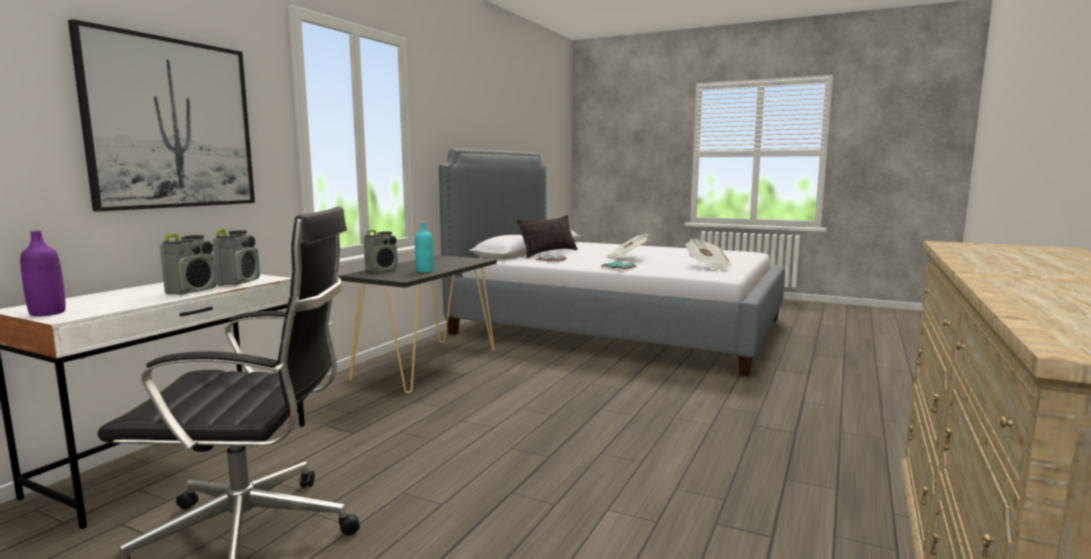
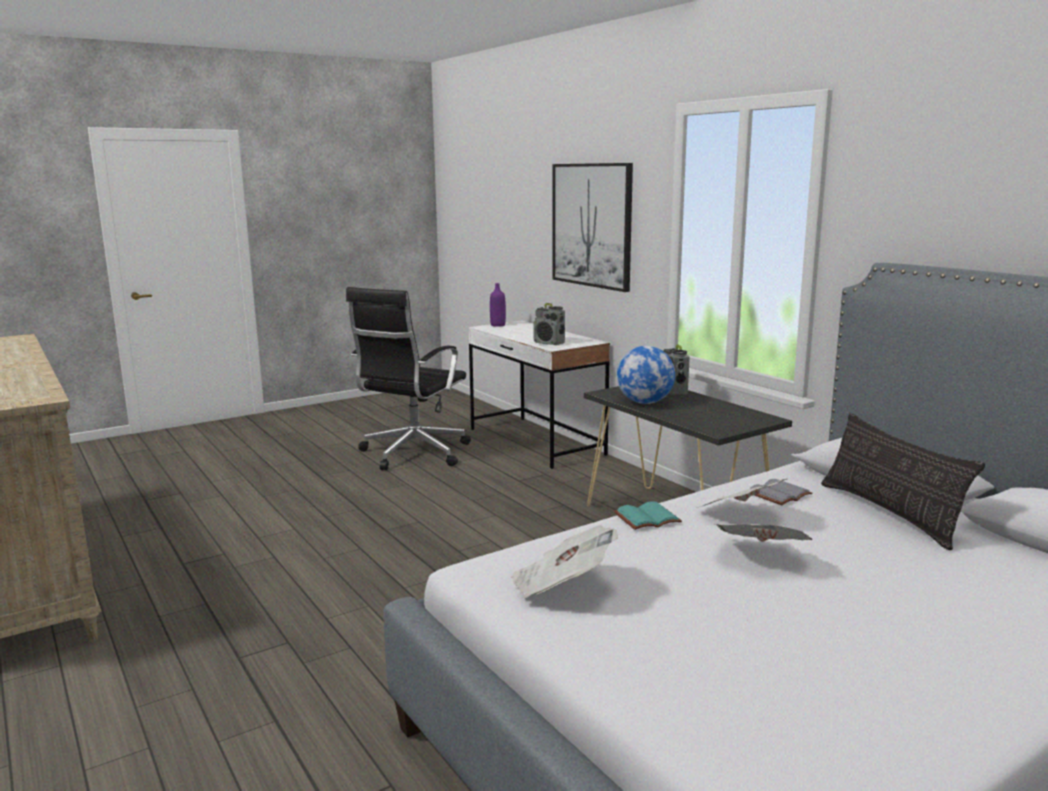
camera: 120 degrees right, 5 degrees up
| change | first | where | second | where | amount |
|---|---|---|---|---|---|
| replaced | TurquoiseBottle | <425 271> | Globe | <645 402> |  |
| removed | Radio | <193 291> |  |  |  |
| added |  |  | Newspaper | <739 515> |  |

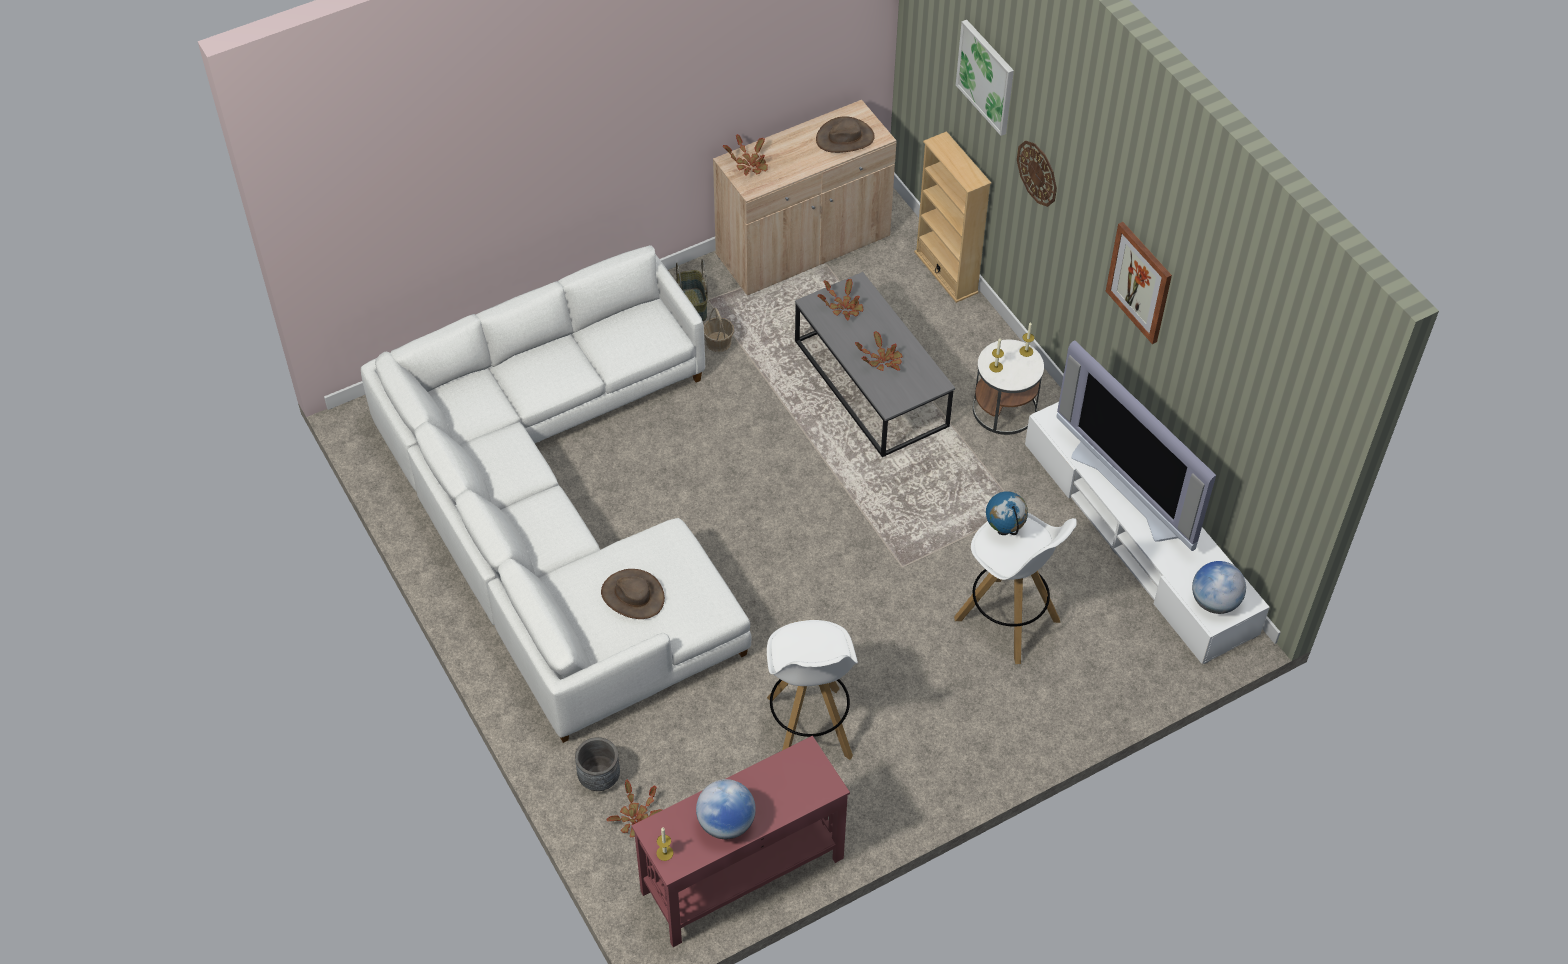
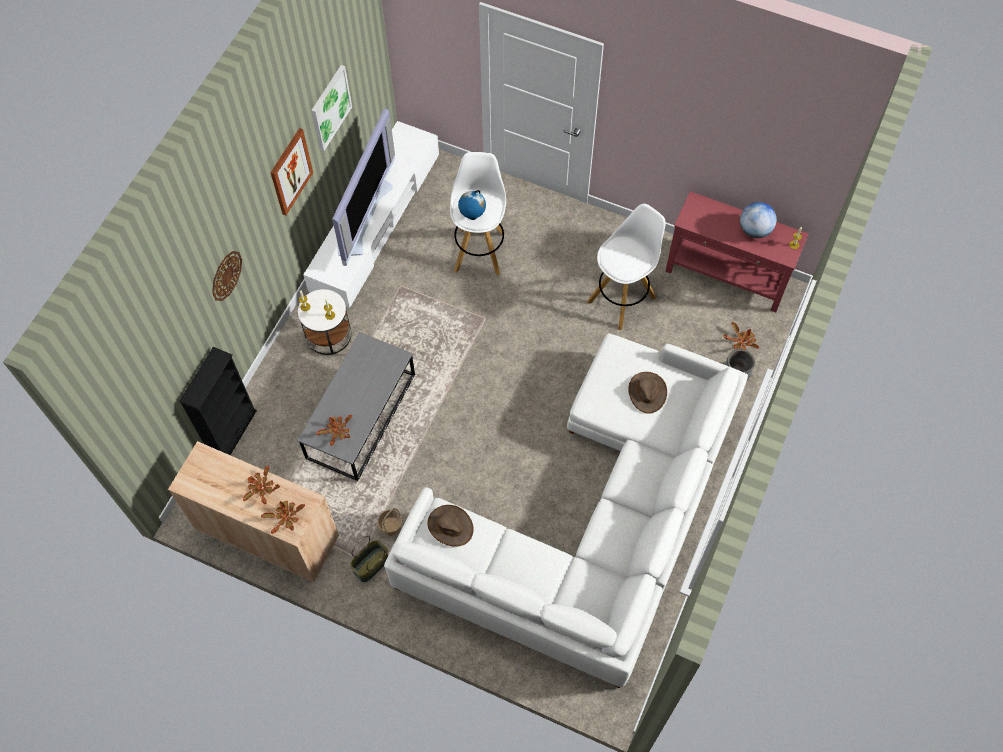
camera: 125 degrees left, 10 degrees up
| change | first | where | second | where | amount |
|---|---|---|---|---|---|
| moved | Picture | <986 76> |  | <330 107> |  |
| moved | BrownHat | <845 138> |  | <450 526> |  |
| recoloured | BeigeBookcase | <946 272> | BlackBookcase | <232 432> |  |
| moved | PottedPlant | <882 360> |  | <261 488> |  |
| removed | Globe | <1214 602> |  |  |  |

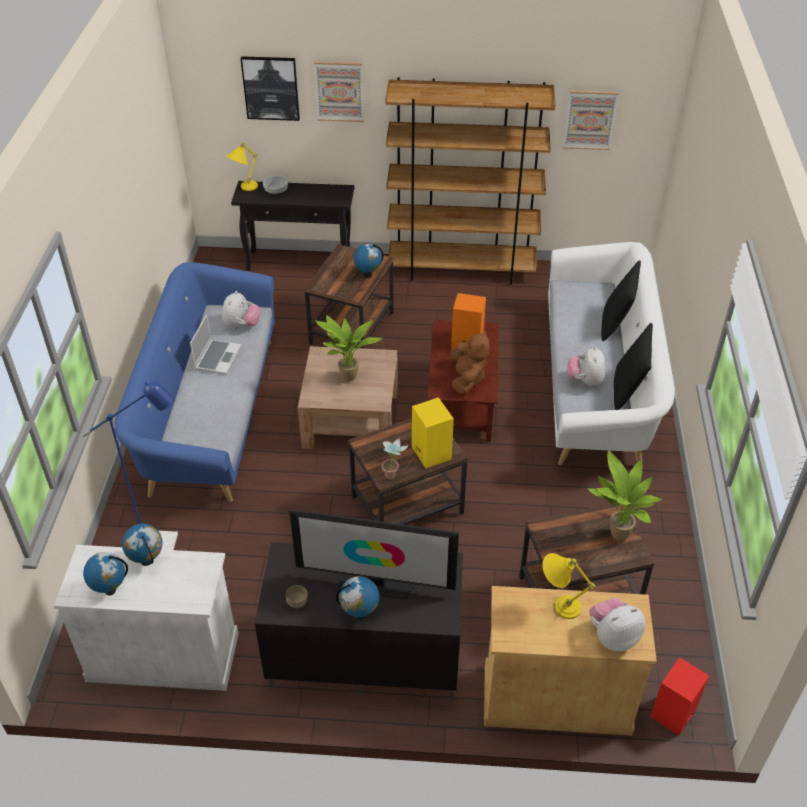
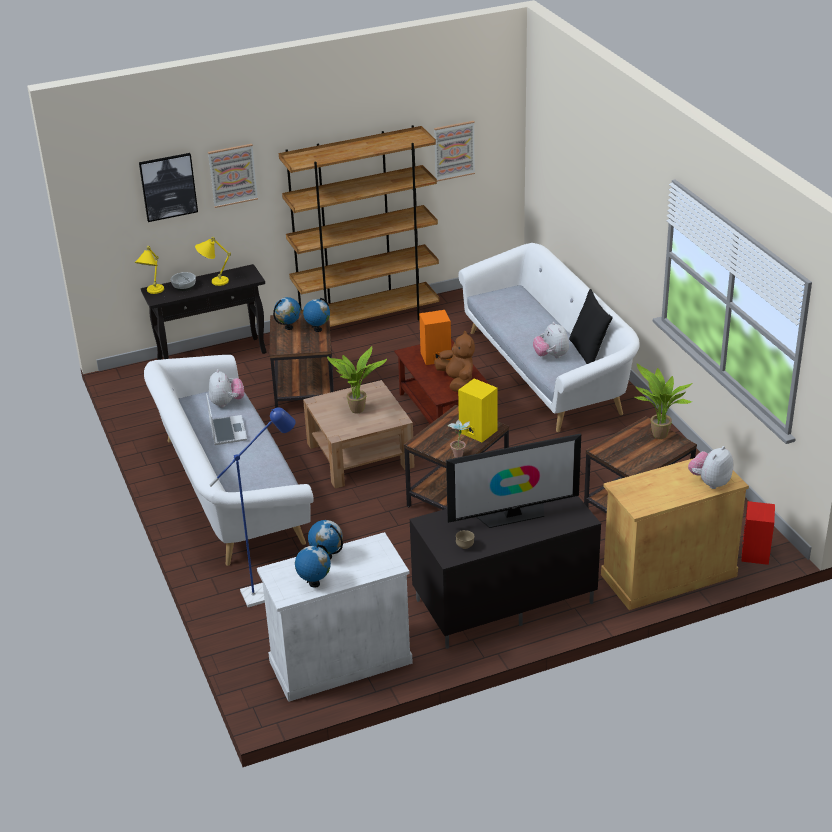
camera: 25 degrees left, 10 degrees down
| change | first | where | second | where | amount |
|---|---|---|---|---|---|
| removed | BlackPillow | <615 323> |  |  |  |
| recoloured | BlueSofa | <210 413> | WhiteSofa | <229 490> |  |
| moved | YellowTableLamp | <558 604> |  | <213 282> |  |
| moved | Globe | <360 614> |  | <289 327> |  |

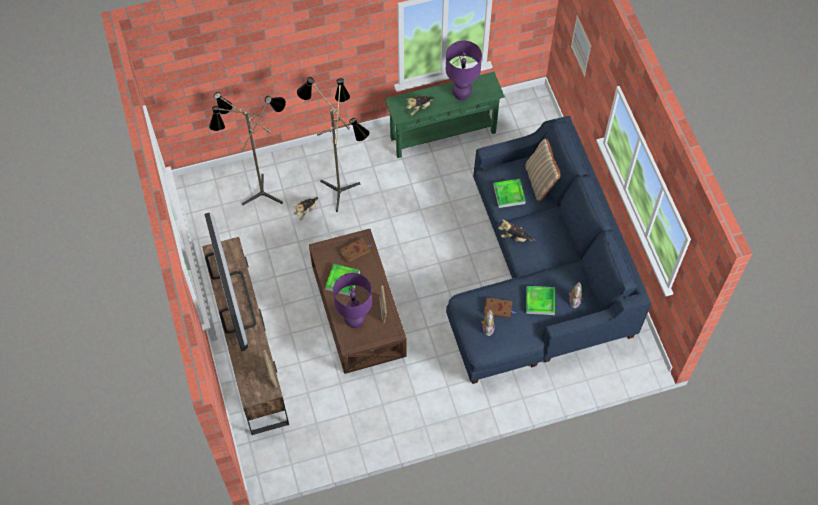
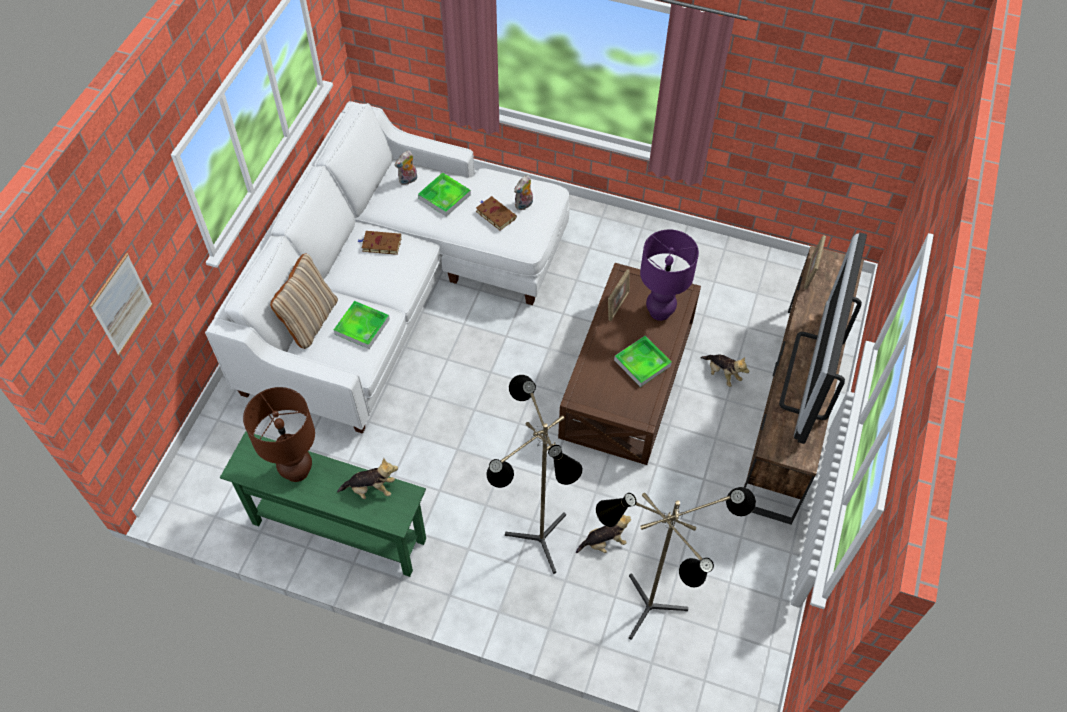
camera: 145 degrees left, 5 degrees down
| change | first | where | second | where | amount |
|---|---|---|---|---|---|
| recoloured | PurpleTableLamp | <461 95> | BrownTableLamp | <297 470> |  |
| recoloured | BlueSofa | <538 276> | WhiteSofa | <396 290> |  |
| moved | PlushToy | <515 237> |  | <722 374> |  |
| moved | BrownBook | <356 251> |  | <380 244> |  |

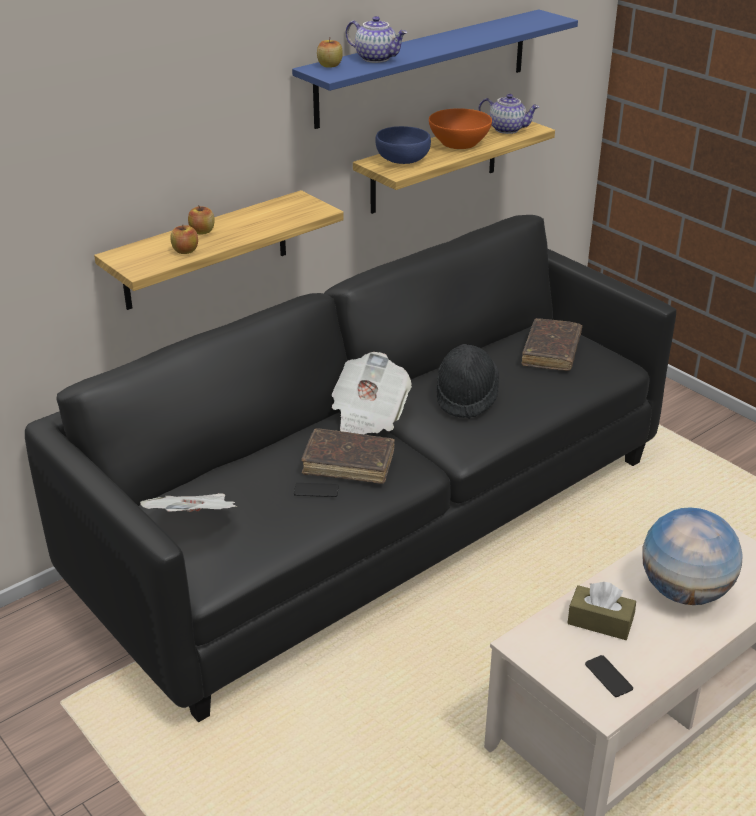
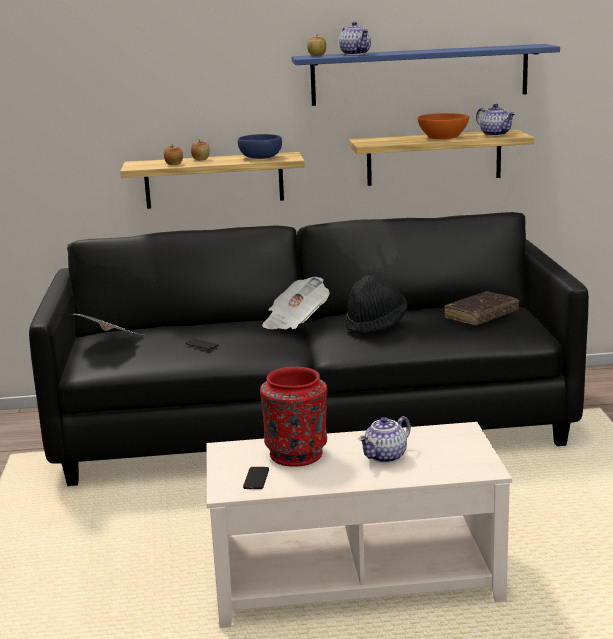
camera: 35 degrees right, 15 degrees down
| change | first | where | second | where | amount |
|---|---|---|---|---|---|
| moved | BlueBowl | <402 160> |  | <260 157> |  |
| removed | BrownBook | <348 463> |  |  |  |
| replaced | Globe | <684 591> | Teapot | <386 457> |  |
| replaced | BrownTissueBox | <600 622> | RedVase | <296 453> |  |

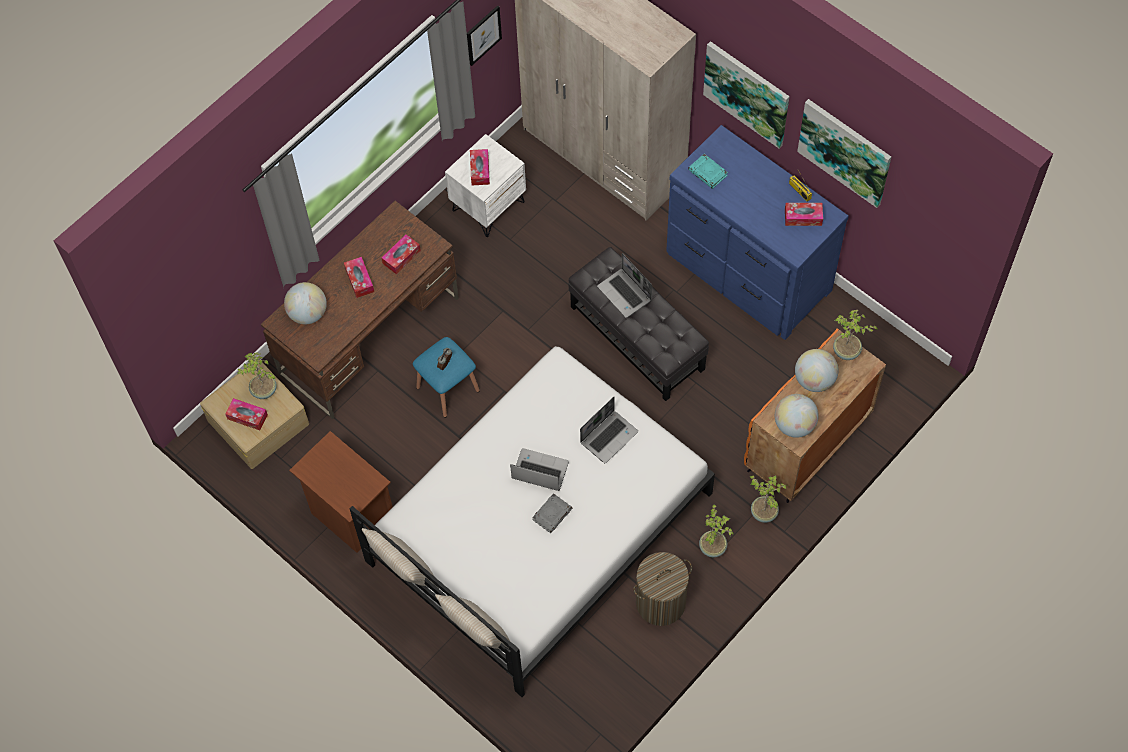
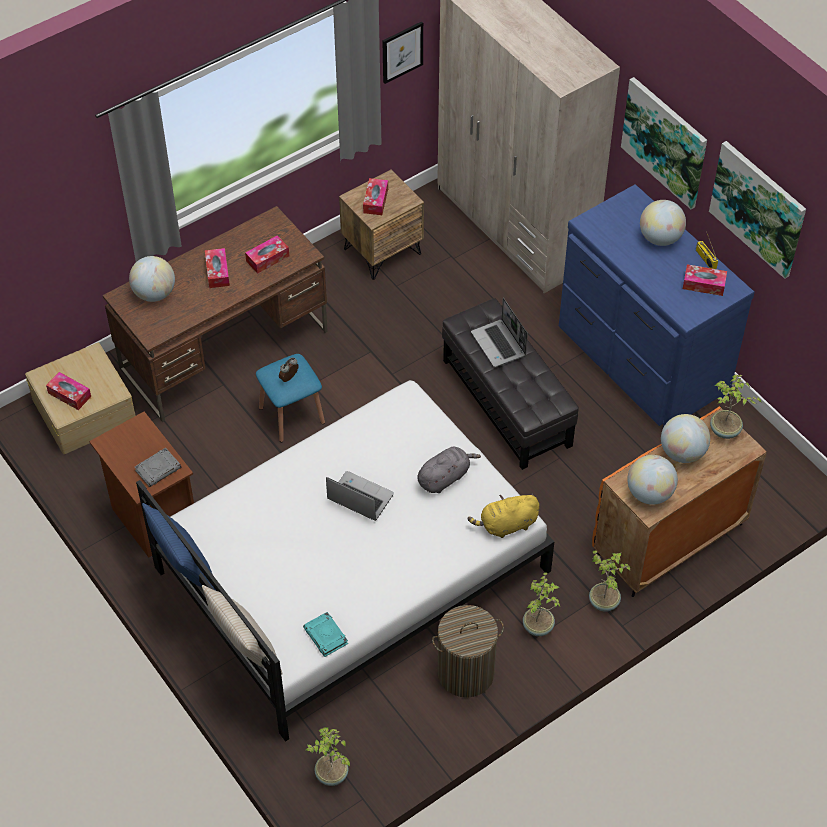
camera: 10 degrees right, 10 degrees down
| change | first | where | second | where | amount |
|---|---|---|---|---|---|
| recoloured | WhiteNightstand | <488 205> | BrownNightstand | <382 251> |  |
| moved | TurquoiseBook | <708 173> |  | <326 636> |  |
| moved | PottedPlant | <263 391> |  | <331 775> |  |
| replaced | Laptop | <609 436> | GreyPlushToy | <445 477> |  |
| moved | GreyBook | <552 514> |  | <158 469> |  |
| recoloured | BeigePillow | <404 571> | BluePillow | <184 570> |  |
| added |  |  | Globe | <660 238> |  |
| added |  |  | YellowPlushToy | <506 525> |  |

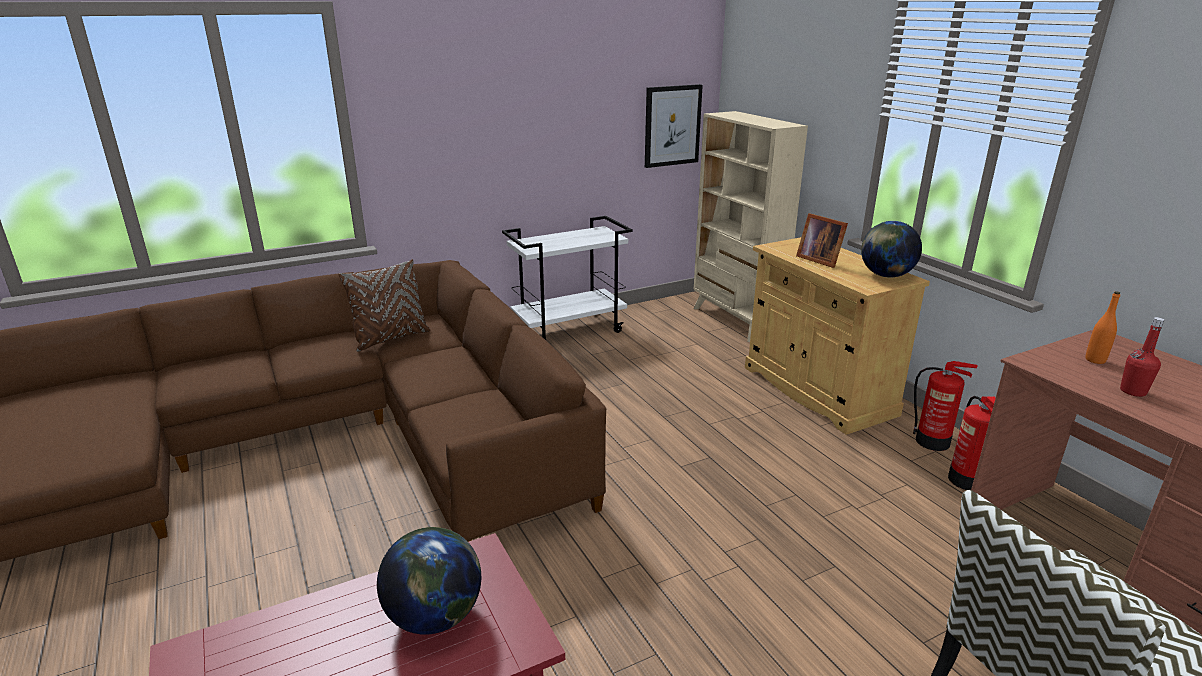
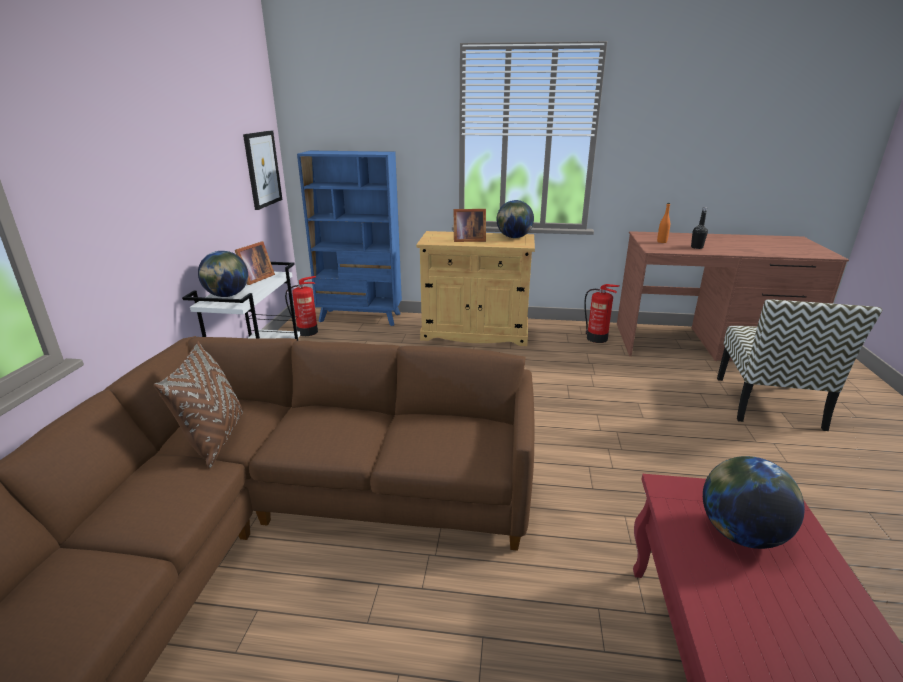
camera: 55 degrees left, 0 degrees up
| change | first | where | second | where | amount |
|---|---|---|---|---|---|
| recoloured | BeigeBookcase | <735 321> | BlueBookcase | <360 318> |  |
| recoloured | RedBottle | <1133 391> | BlackBottle | <696 247> |  |
| moved | FireExtinguisher | <933 442> |  | <308 332> |  |
| added |  |  | PictureFrame | <254 279> |  |
| added |  |  | Globe | <227 295> |  |

